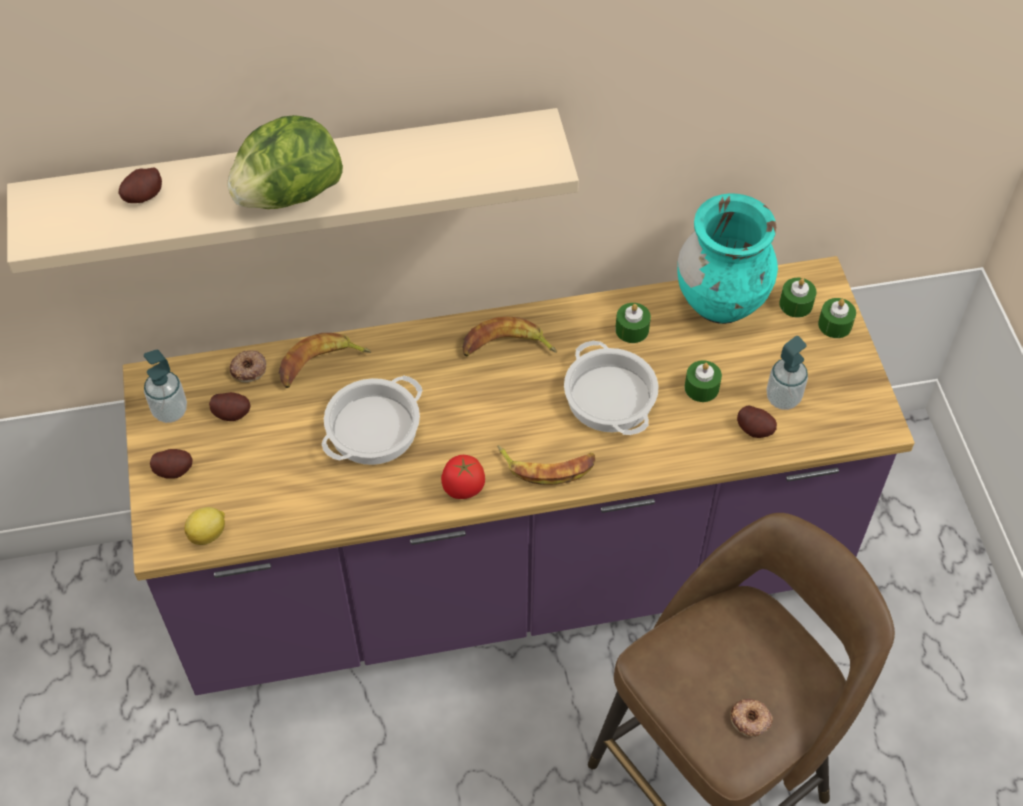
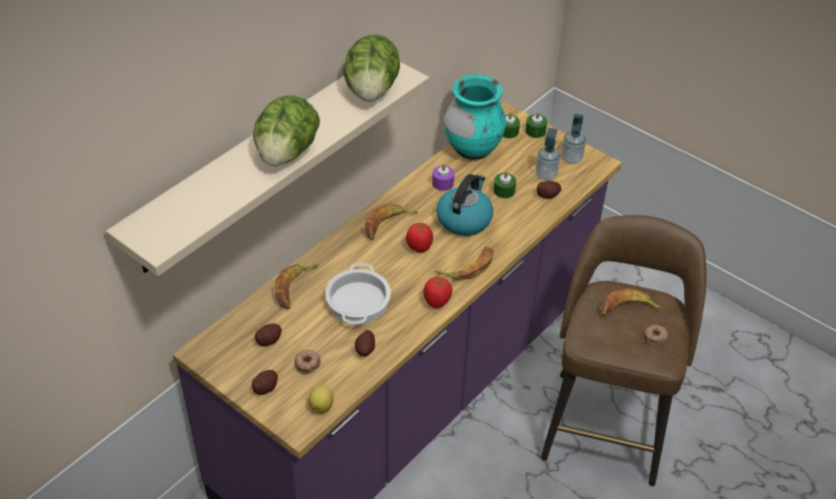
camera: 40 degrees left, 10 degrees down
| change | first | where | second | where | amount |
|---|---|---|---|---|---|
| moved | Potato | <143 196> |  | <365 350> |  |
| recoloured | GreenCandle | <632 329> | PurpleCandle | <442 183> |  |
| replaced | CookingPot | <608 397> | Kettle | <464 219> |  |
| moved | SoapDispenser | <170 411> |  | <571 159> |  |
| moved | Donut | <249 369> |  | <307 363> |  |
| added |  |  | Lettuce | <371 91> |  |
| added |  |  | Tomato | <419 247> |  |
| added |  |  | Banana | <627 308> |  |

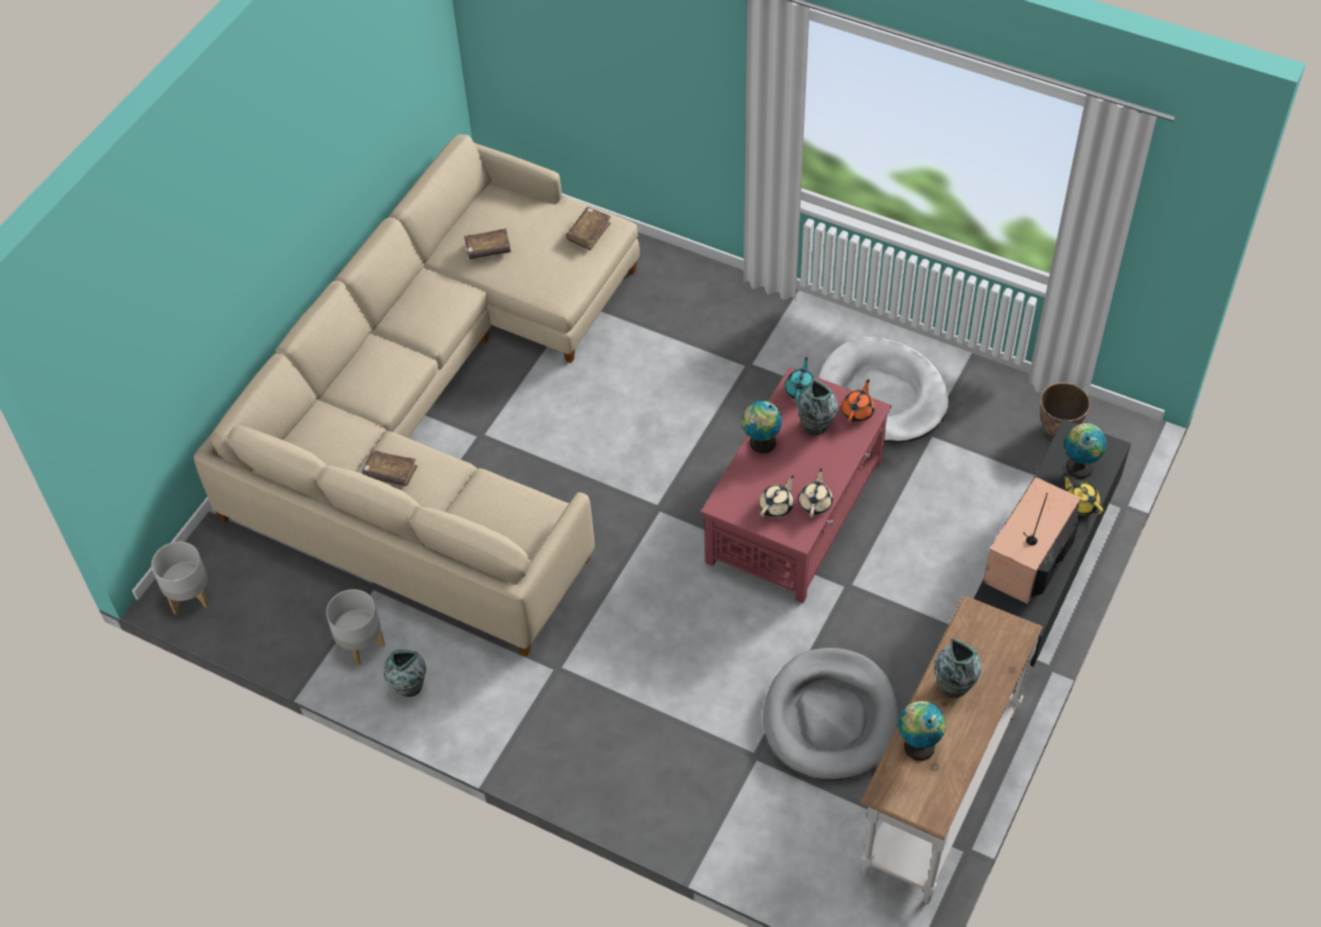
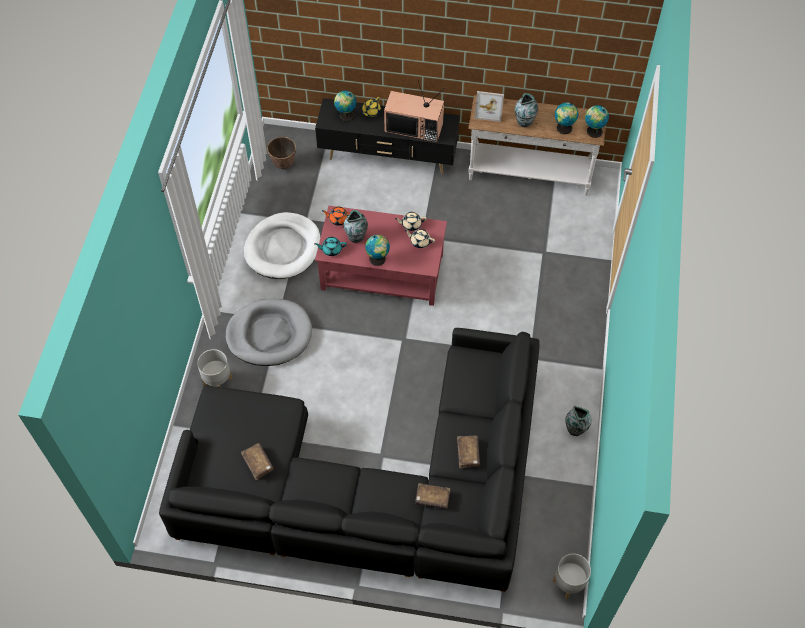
camera: 110 degrees left, 5 degrees up
| change | first | where | second | where | amount |
|---|---|---|---|---|---|
| recoloured | BeigeSofa | <440 413> | BlackSofa | <372 486> |  |
| moved | BrownBook | <588 232> |  | <432 498> |  |
| moved | GreyPlanter | <361 644> |  | <217 381> |  |
| moved | GreyDogBed | <830 717> |  | <269 334> |  |
| added |  |  | PictureFrame | <489 110> |  |
| added |  |  | Globe | <593 131> |  |

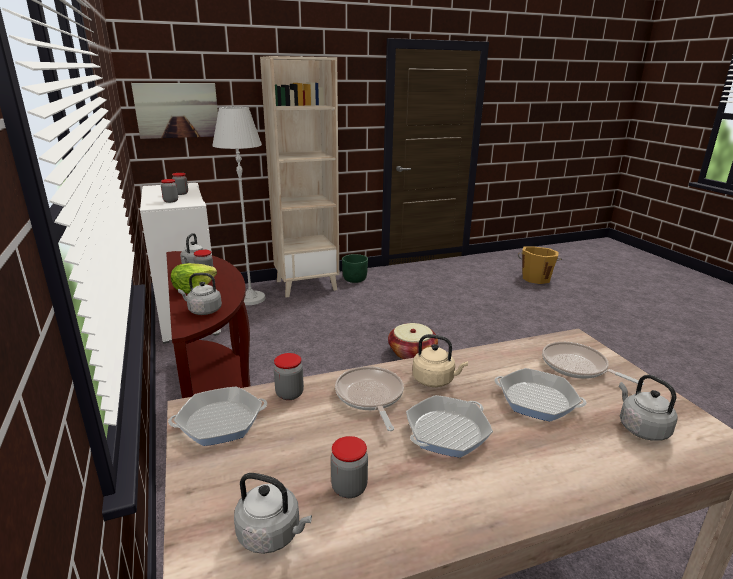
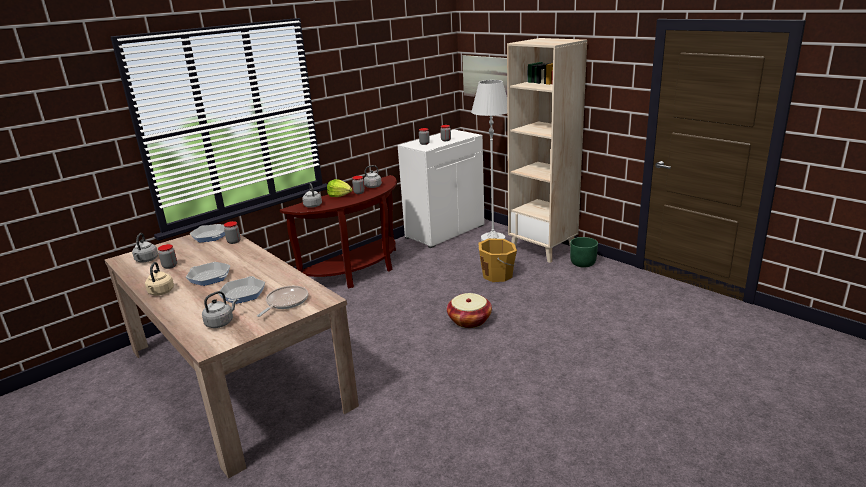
camera: 70 degrees right, 0 degrees up
| change | first | where | second | where | amount |
|---|---|---|---|---|---|
| moved | OrangeBucket | <536 278> |  | <498 275> |  |
| moved | BeigeKettle | <435 380> |  | <161 292> |  |
| removed | FryingPan | <370 396> |  |  |  |

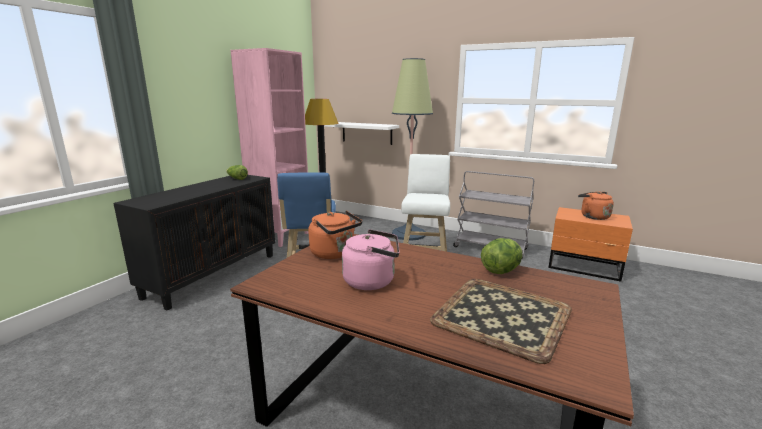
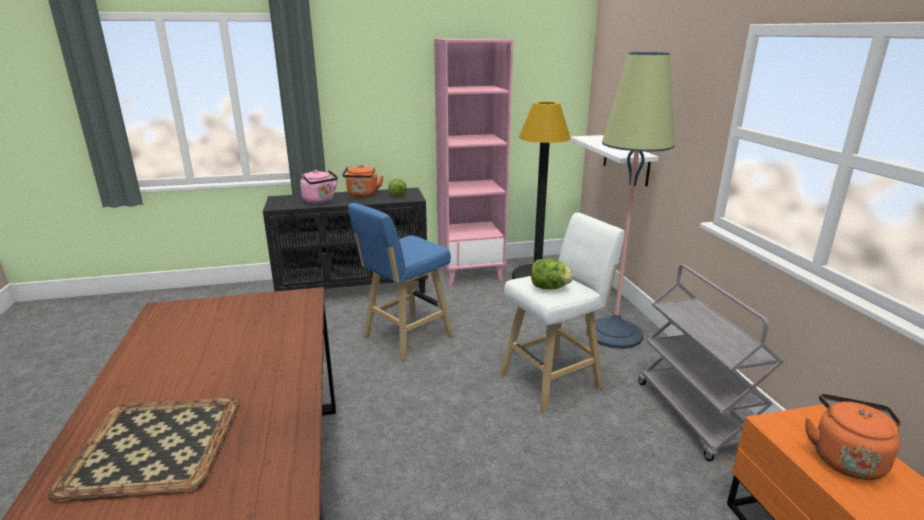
camera: 50 degrees right, 5 degrees up
| change | first | where | second | where | amount |
|---|---|---|---|---|---|
| moved | OrangeKettle | <335 254> |  | <362 195> |  |
| moved | PinkKettle | <372 281> |  | <320 201> |  |
| moved | Lettuce | <501 270> |  | <549 288> |  |

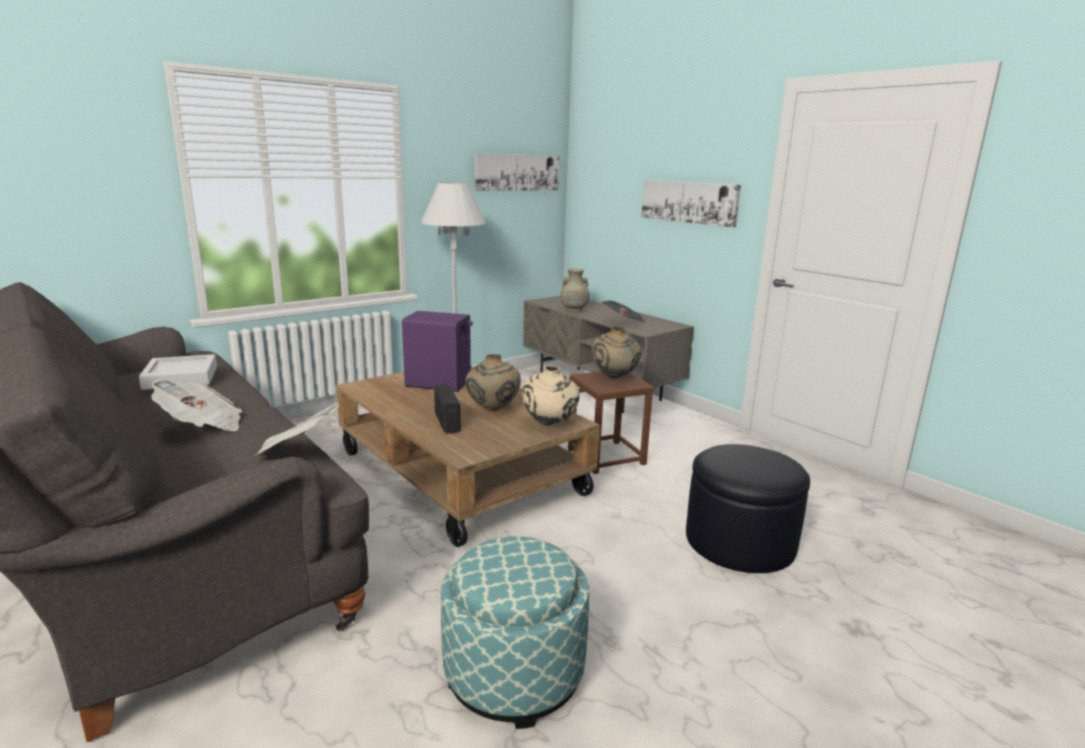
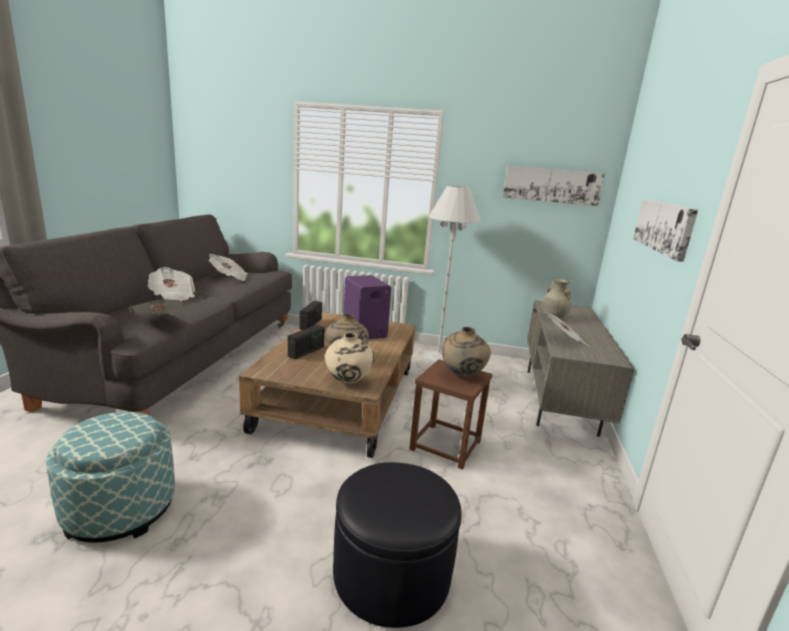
camera: 50 degrees right, 0 degrees up
| change | first | where | second | where | amount |
|---|---|---|---|---|---|
| replaced | GreyTray | <181 378> | Newspaper | <229 277> |  |
| added |  |  | Radio | <311 324> |  |

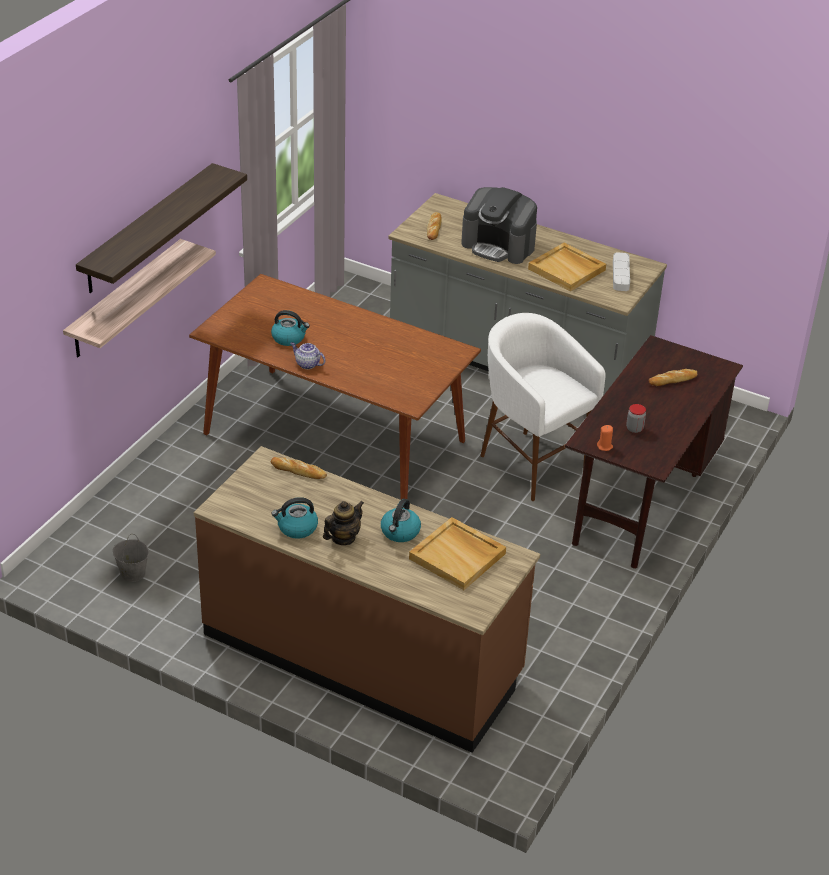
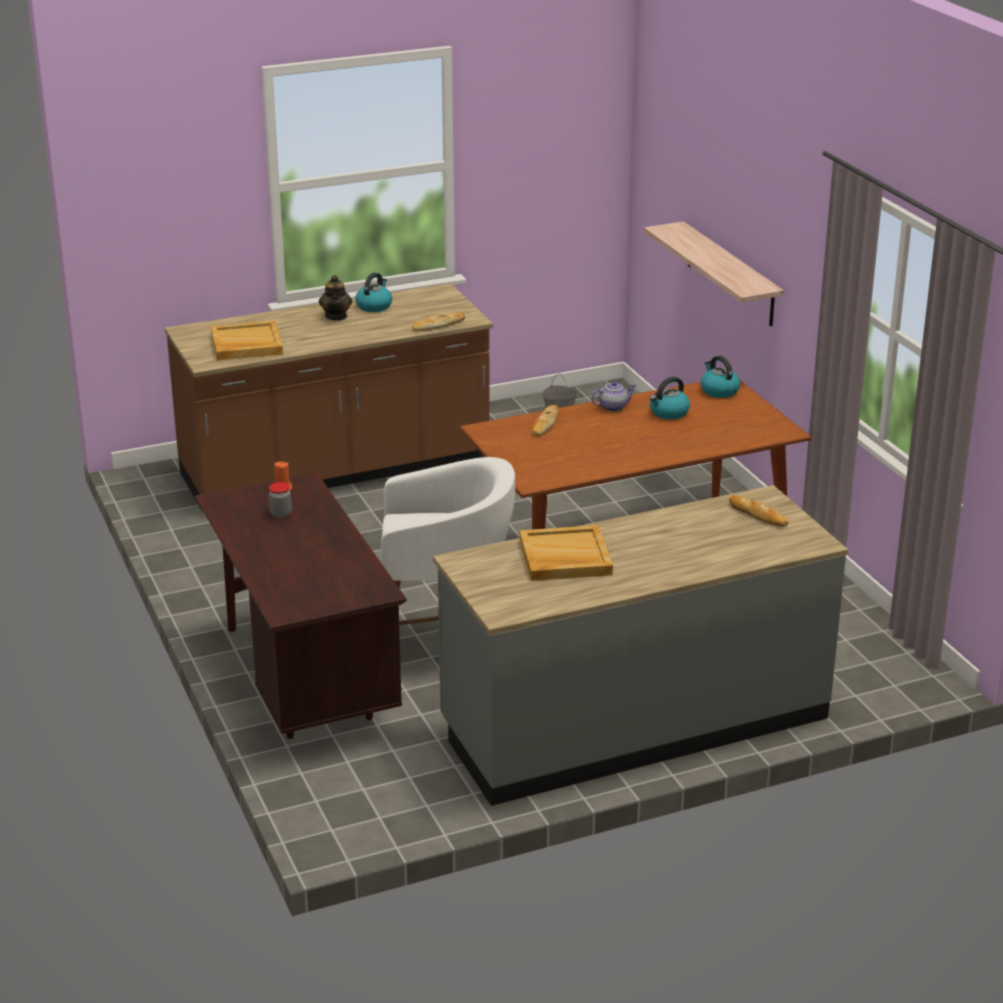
camera: 130 degrees right, 10 degrees down
| change | first | where | second | where | amount |
|---|---|---|---|---|---|
| removed | Shelf | <148 228> |  |  |  |
| removed | CoffeeMachine | <499 246> |  |  |  |
| removed | GreyTray | <620 274> |  |  |  |
| moved | Bread | <673 380> |  | <545 424> |  |
| moved | Kettle | <400 532> |  | <719 391> |  |

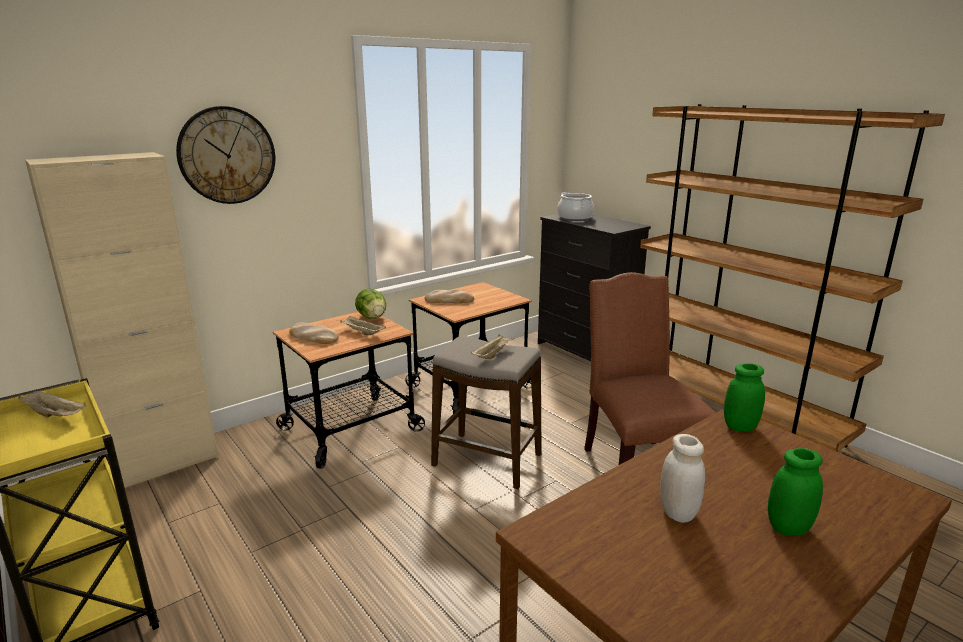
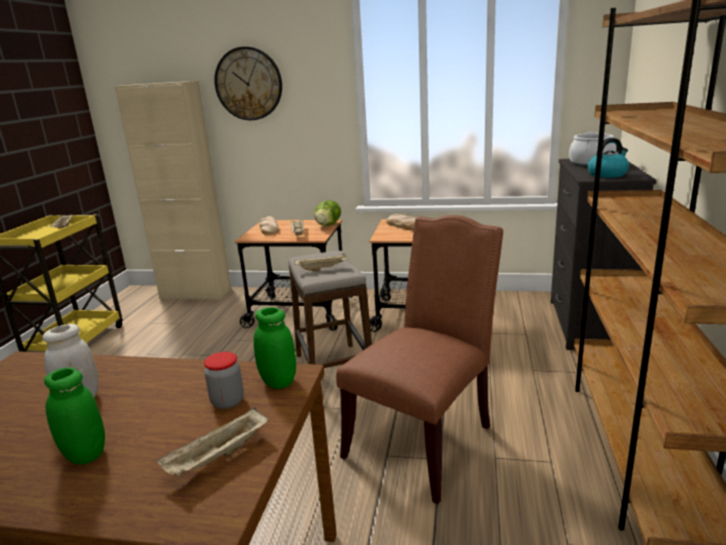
camera: 50 degrees right, 0 degrees up
| change | first | where | second | where | amount |
|---|---|---|---|---|---|
| added |  |  | Kettle | <607 174> |  |
| added |  |  | Jar | <227 401> |  |
| added |  |  | BeigeTray | <218 457> |  |

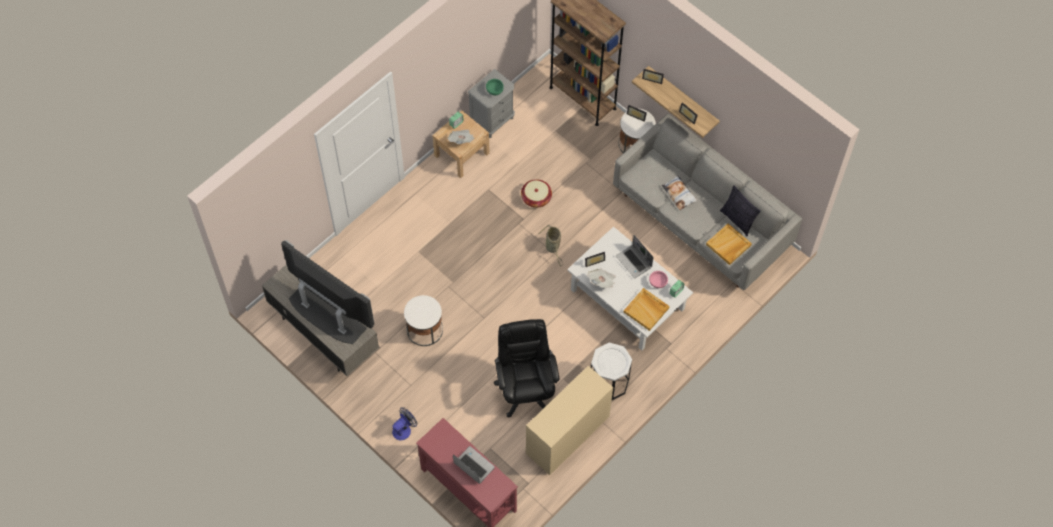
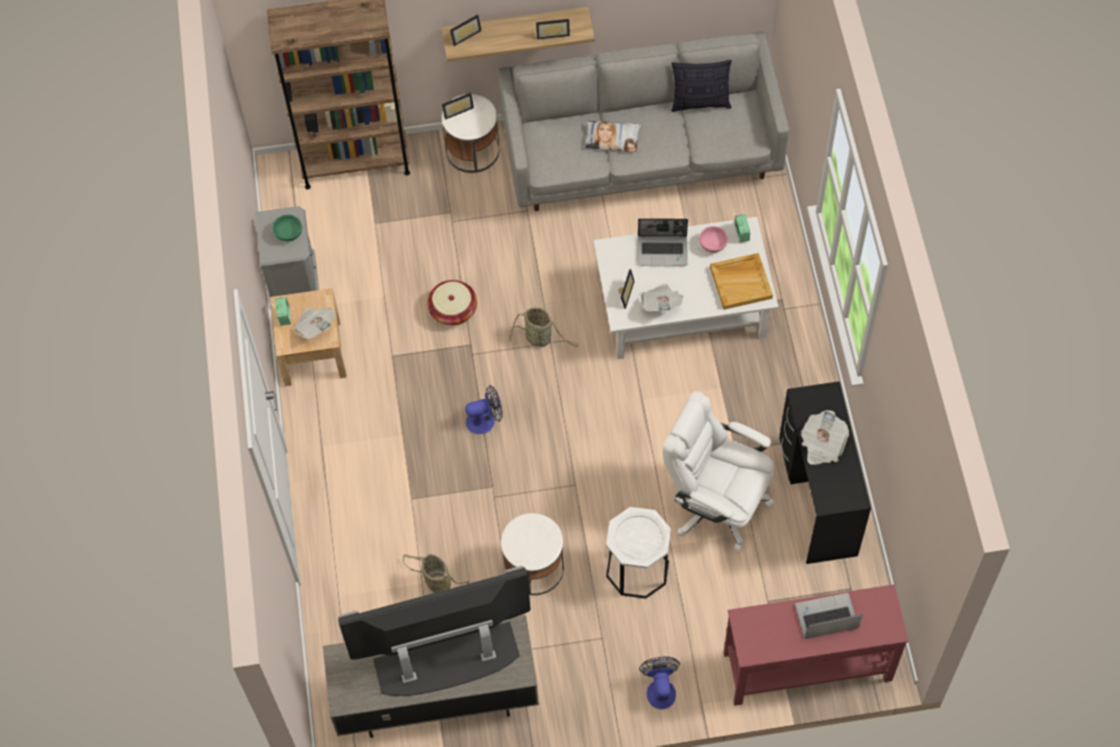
camera: 50 degrees left, 0 degrees up
| change | first | where | second | where | amount |
|---|---|---|---|---|---|
| removed | BeigeTray | <728 245> |  |  |  |
| recoloured | BlackOfficeChair | <526 389> | WhiteOfficeChair | <716 503> |  |
| moved | WhiteSideTable | <609 382> |  | <637 569> |  |
| recoloured | BeigeDesk | <568 435> | BlackDesk | <818 498> |  |
| added |  |  | Fan | <485 420> |  |
| added |  |  | Newspaper | <822 444> |  |
| added |  |  | Basket | <436 582> |  |

